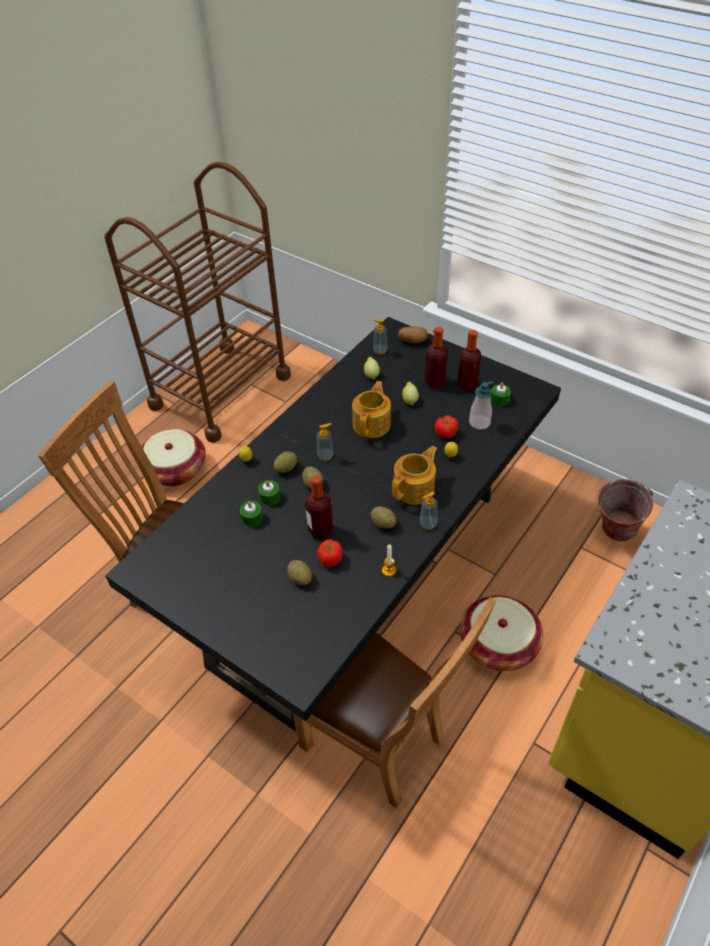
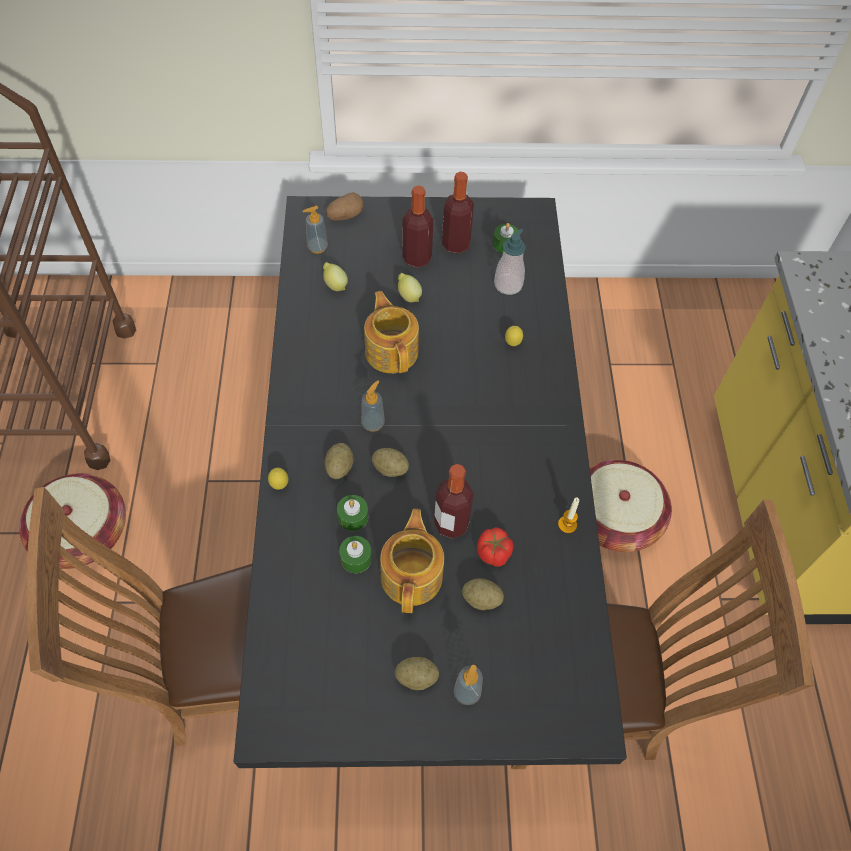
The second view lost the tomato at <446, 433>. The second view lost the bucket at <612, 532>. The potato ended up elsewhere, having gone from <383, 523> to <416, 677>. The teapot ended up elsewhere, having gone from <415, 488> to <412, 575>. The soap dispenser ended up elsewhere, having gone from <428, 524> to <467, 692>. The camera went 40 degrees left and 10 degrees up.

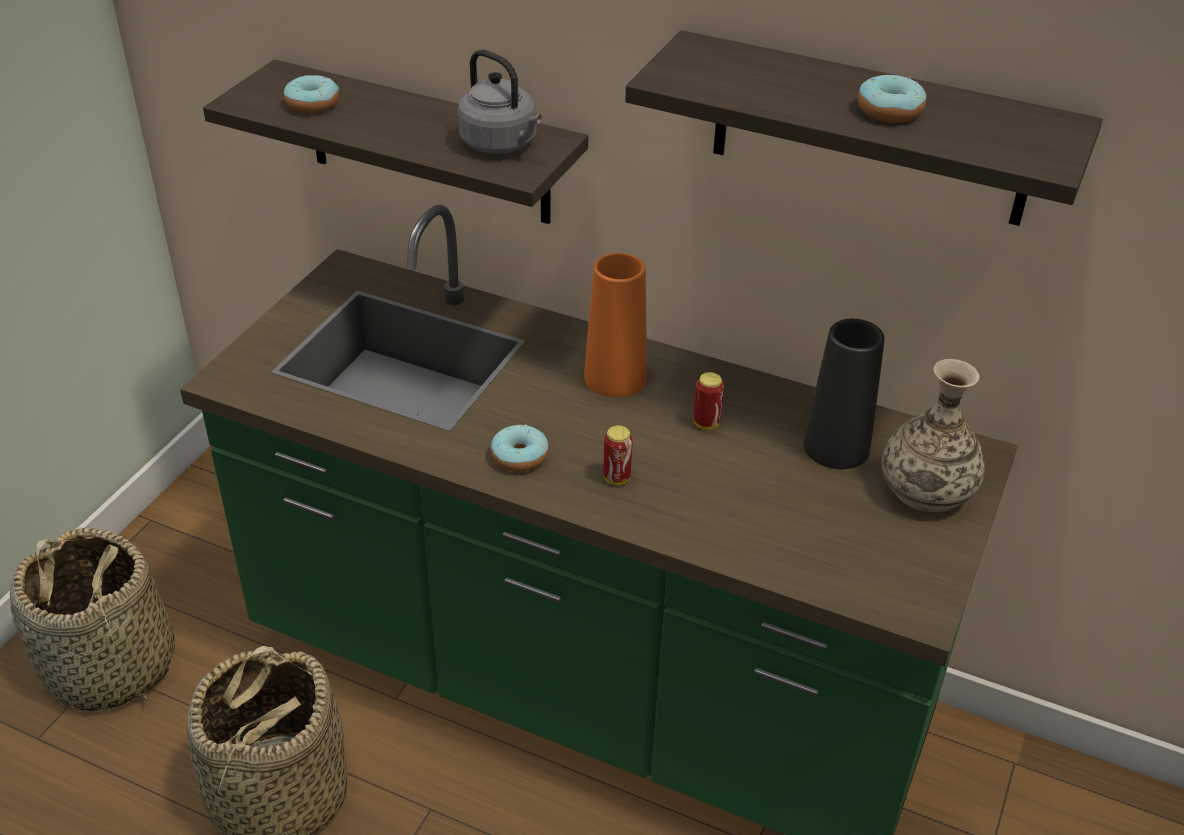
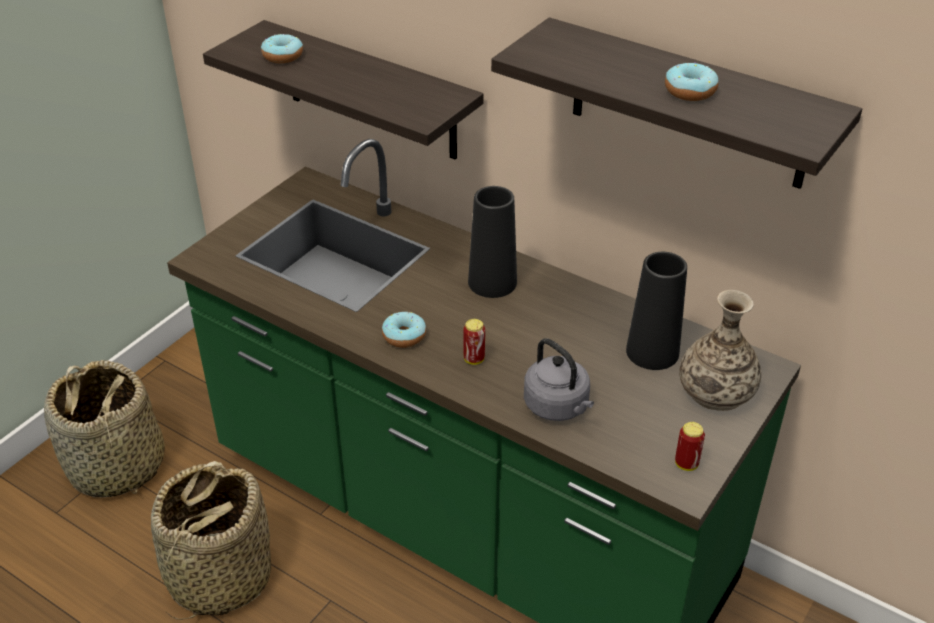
The kettle in grey ended up elsewhere, having gone from <501, 144> to <558, 407>. The can ended up elsewhere, having gone from <706, 423> to <686, 464>. What was the vase in orange at <615, 377> turned into the vase in black at <492, 282>. The camera went 10 degrees right and 0 degrees up.

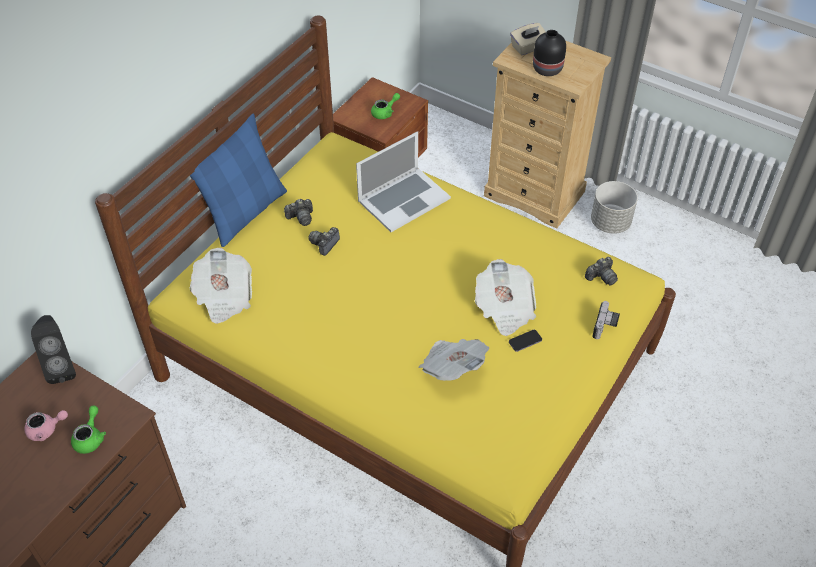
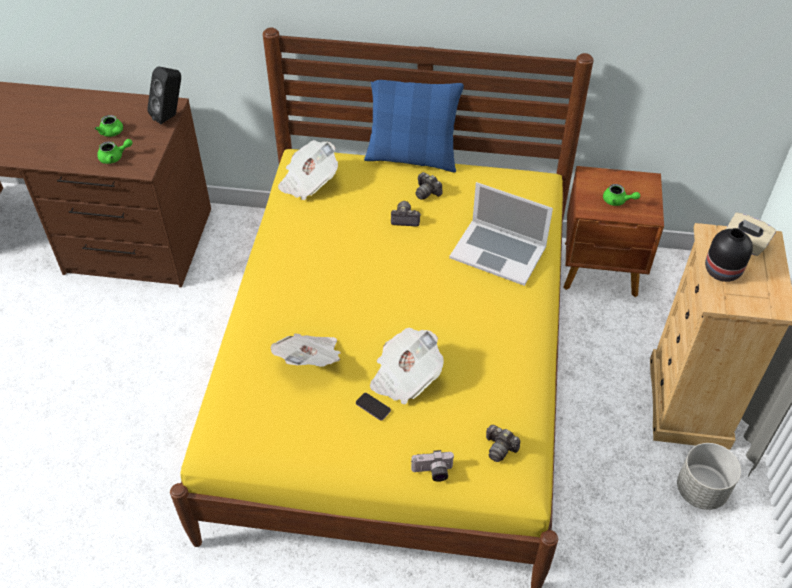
What was the teapot in pink at <46, 430> turned into the teapot in green at <113, 133>. The camera went 65 degrees right and 0 degrees up.

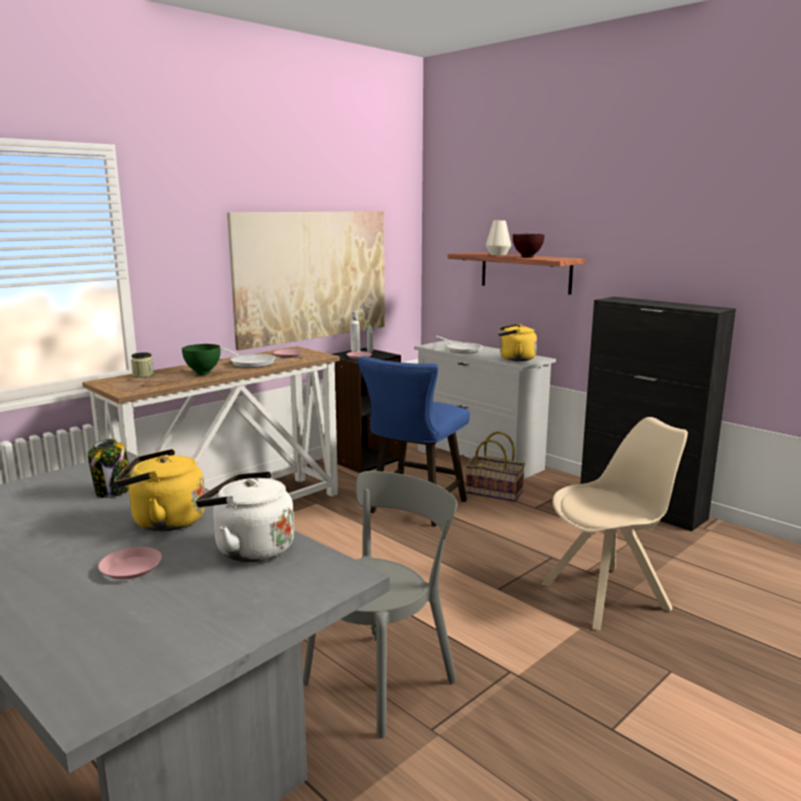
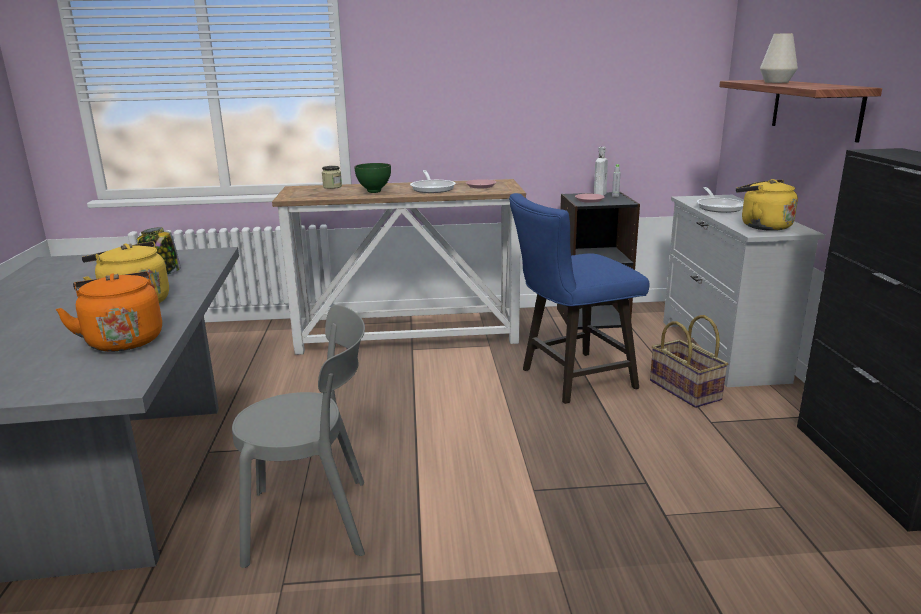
The second view lost the plate in pink at <131, 568>. The second view lost the picture at <313, 275>. The second view lost the bowl in brown at <527, 257>. The second view lost the chair in beige at <608, 596>. What was the kettle in white at <250, 549> turned into the kettle in orange at <123, 340>. The camera went 40 degrees right and 5 degrees up.

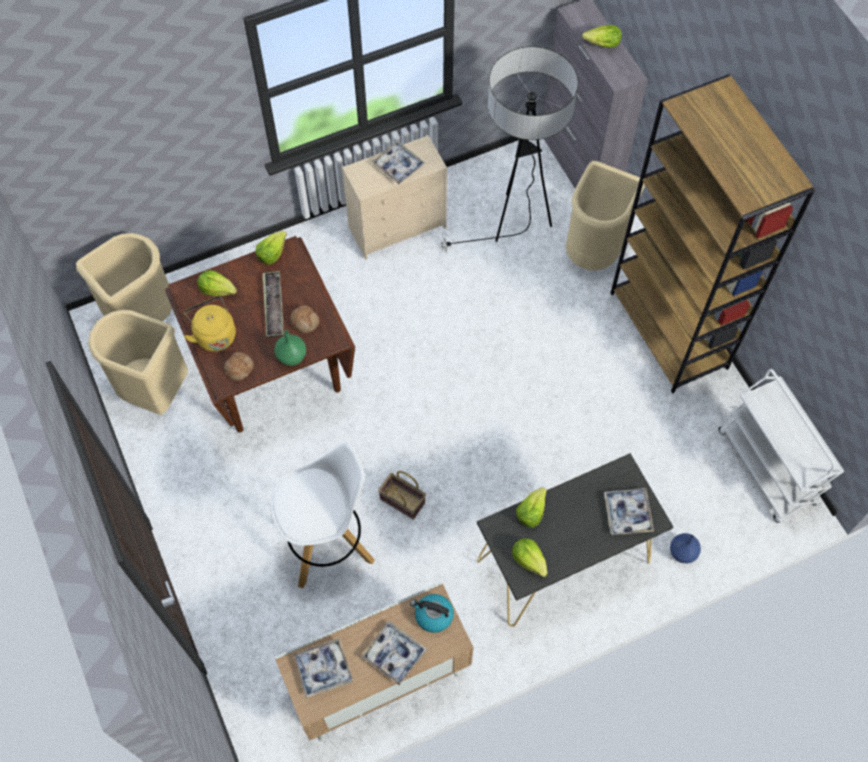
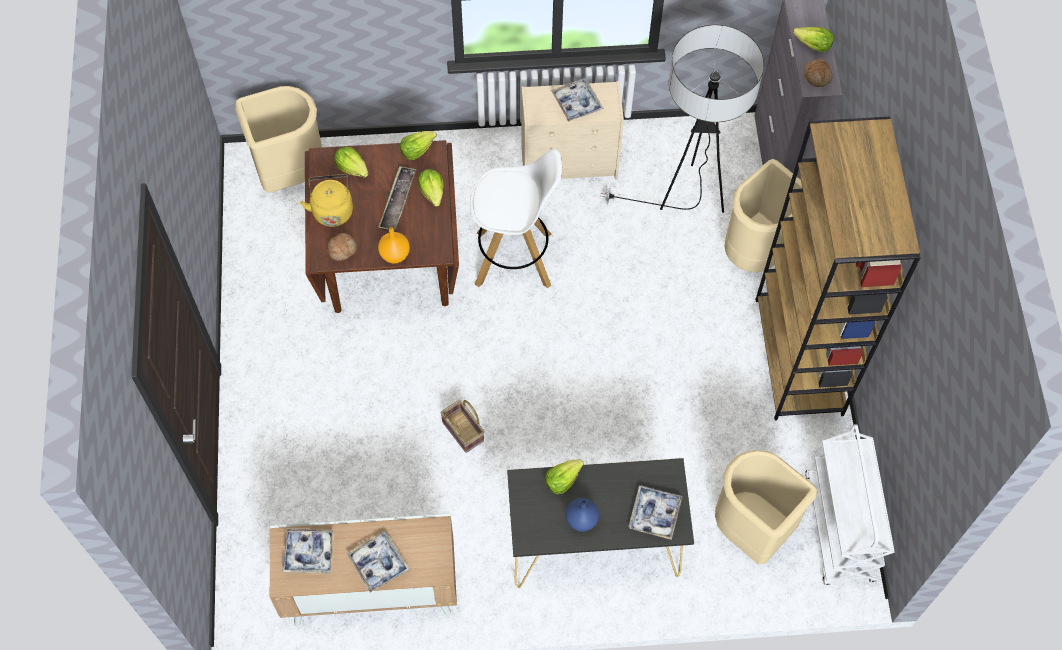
The second view lost the kettle at <433, 615>. The trash can in beige ended up elsewhere, having gone from <153, 391> to <751, 530>. The stool in white ended up elsewhere, having gone from <328, 544> to <515, 259>. The bread ended up elsewhere, having gone from <305, 321> to <817, 76>. The lettuce ended up elsewhere, having gone from <529, 560> to <432, 192>. The vase in blue ended up elsewhere, having gone from <683, 553> to <582, 520>. What was the vase in green at <292, 357> turned into the vase in orange at <394, 255>. The camera went 20 degrees right and 0 degrees up.

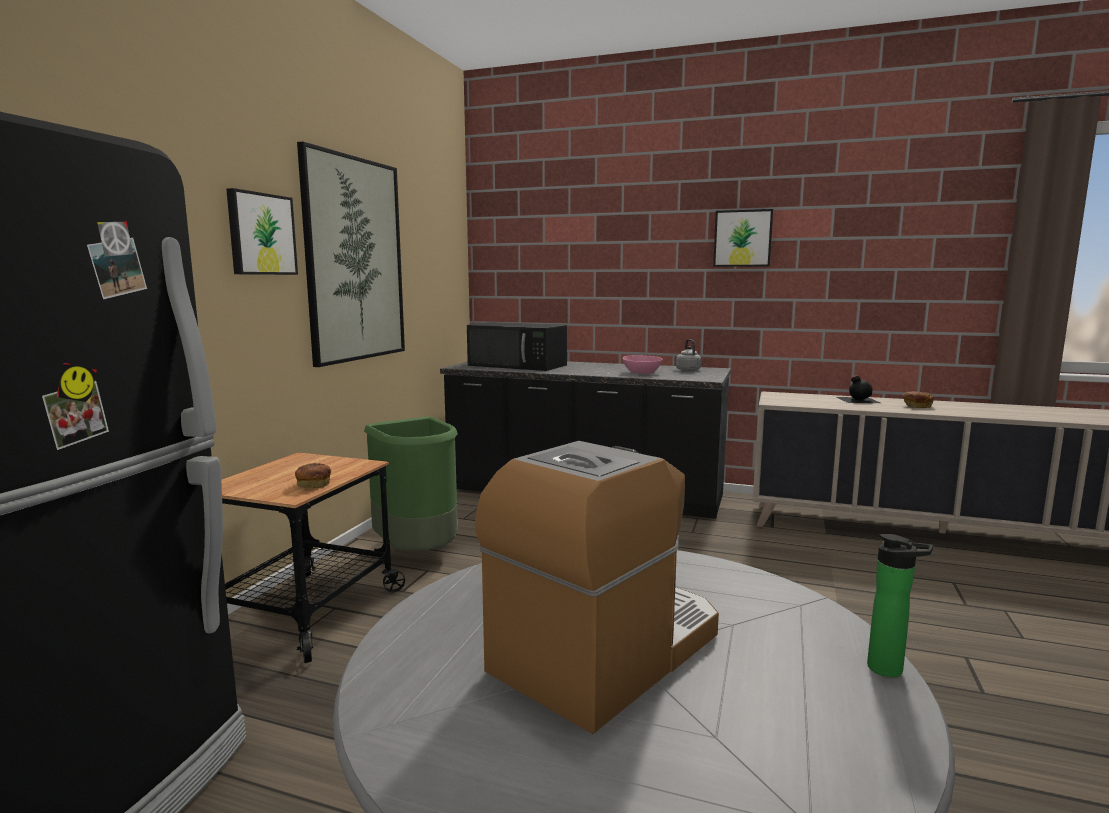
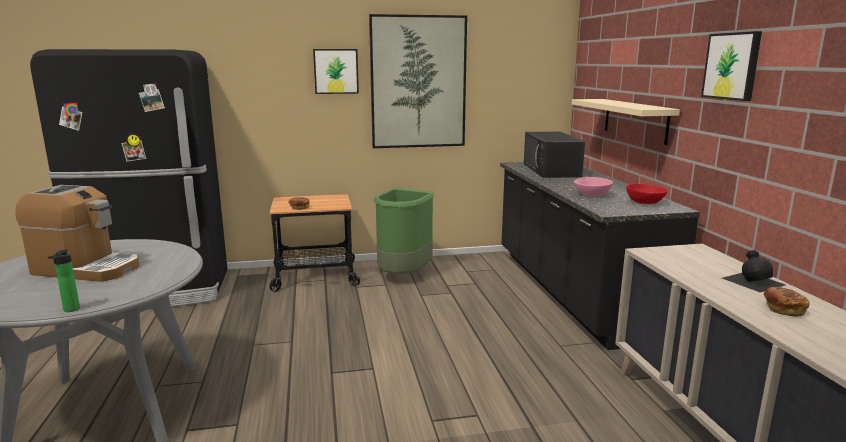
The second view gained the shelf in beige at <635, 120>. Where the kettle in grey stood at <687, 370>, the bowl in red came to stand at <645, 202>. The camera went 60 degrees right and 5 degrees up.

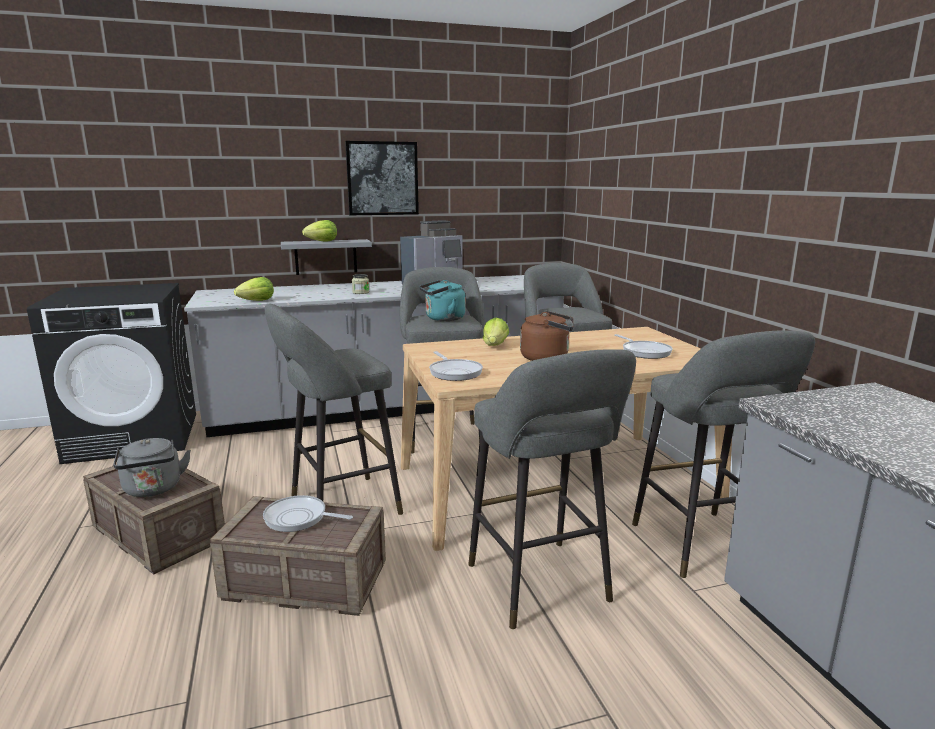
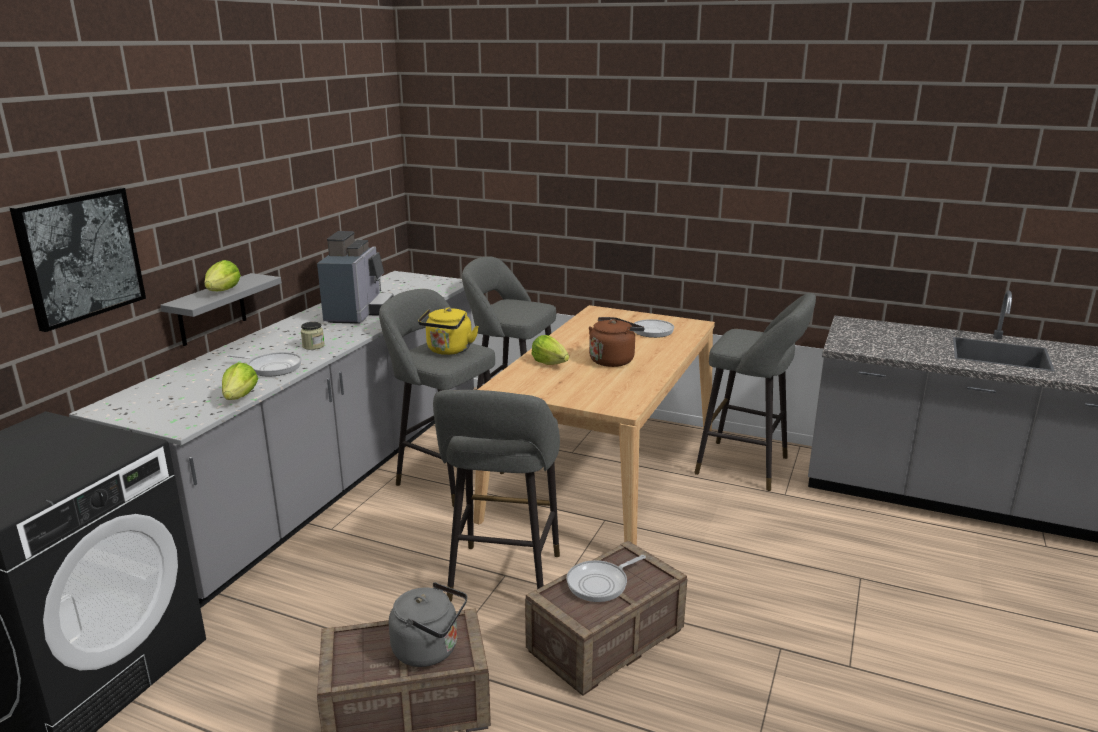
The second view lost the stool in grey at <542, 587>. The picture ended up elsewhere, having gone from <382, 178> to <80, 256>. The frying pan ended up elsewhere, having gone from <454, 372> to <272, 367>. What was the kettle in turquoise at <442, 319> turned into the kettle in yellow at <448, 351>. The camera went 50 degrees left and 5 degrees up.

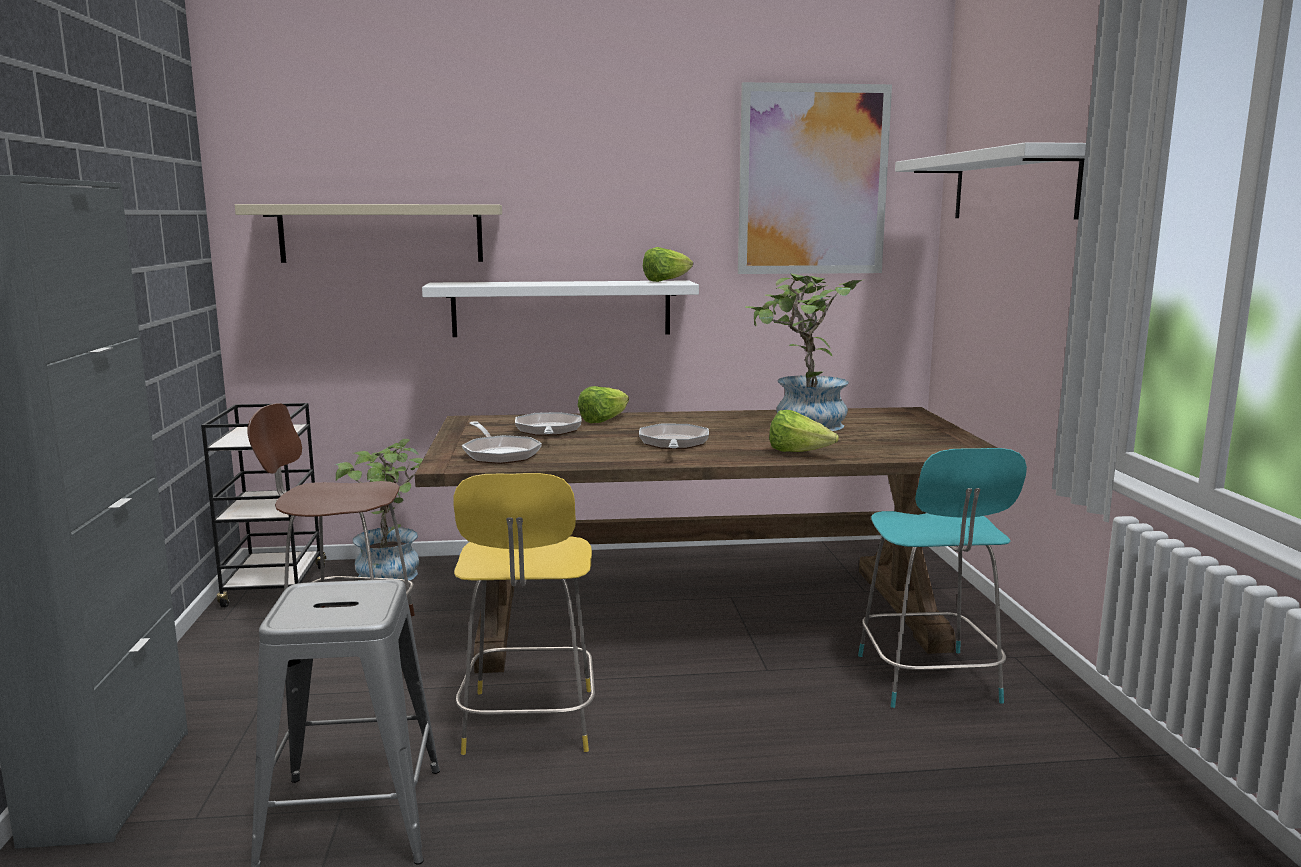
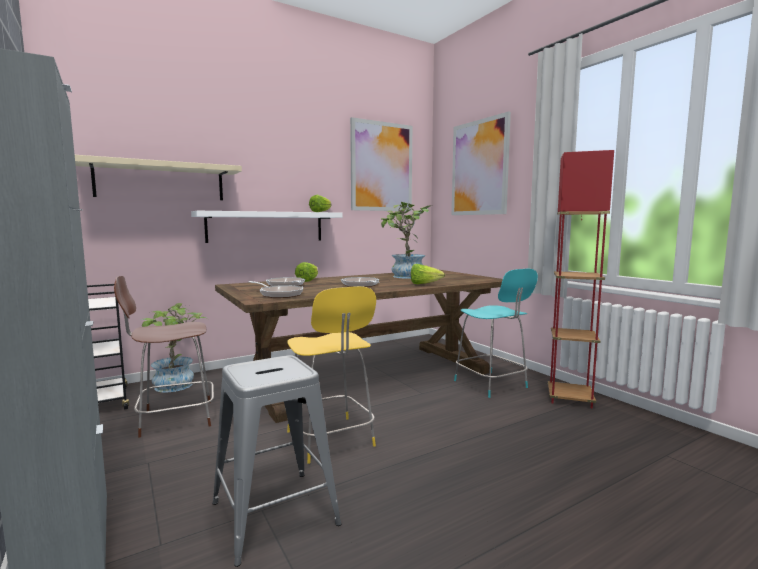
The second view gained the floor lamp in red at <570, 398>. Where the shelf in white hung at <1012, 186>, the picture came to hang at <479, 168>. The camera went 25 degrees left and 5 degrees down.

